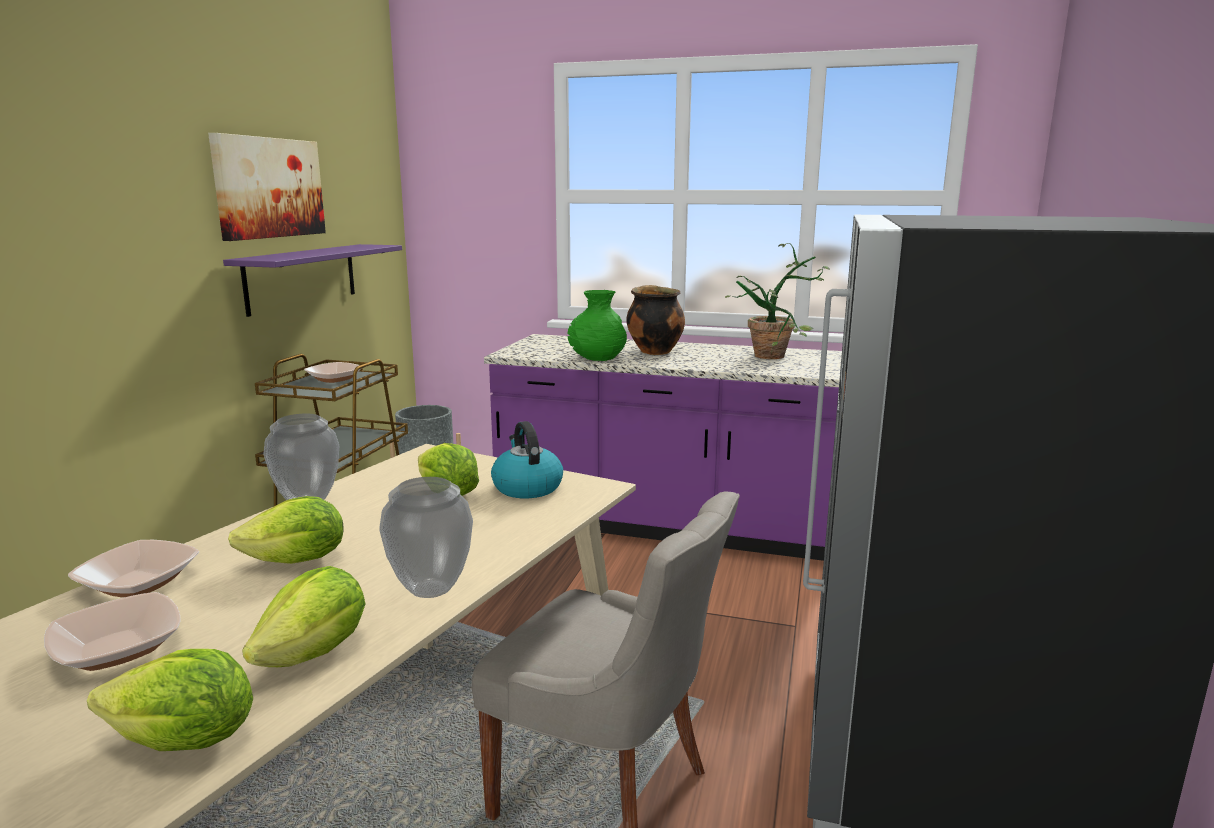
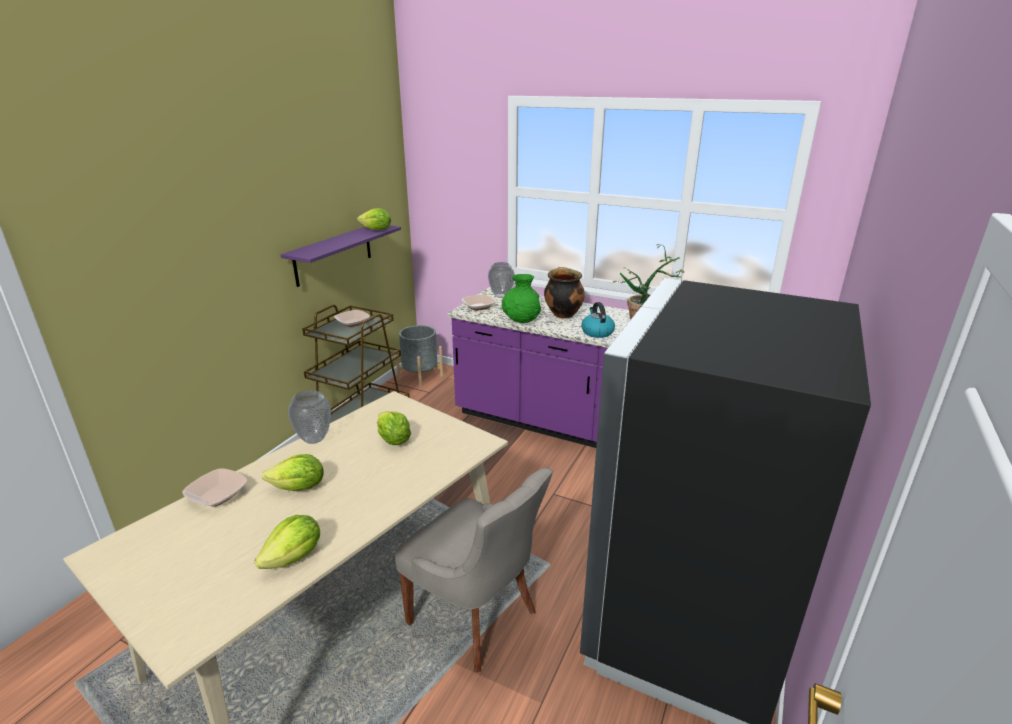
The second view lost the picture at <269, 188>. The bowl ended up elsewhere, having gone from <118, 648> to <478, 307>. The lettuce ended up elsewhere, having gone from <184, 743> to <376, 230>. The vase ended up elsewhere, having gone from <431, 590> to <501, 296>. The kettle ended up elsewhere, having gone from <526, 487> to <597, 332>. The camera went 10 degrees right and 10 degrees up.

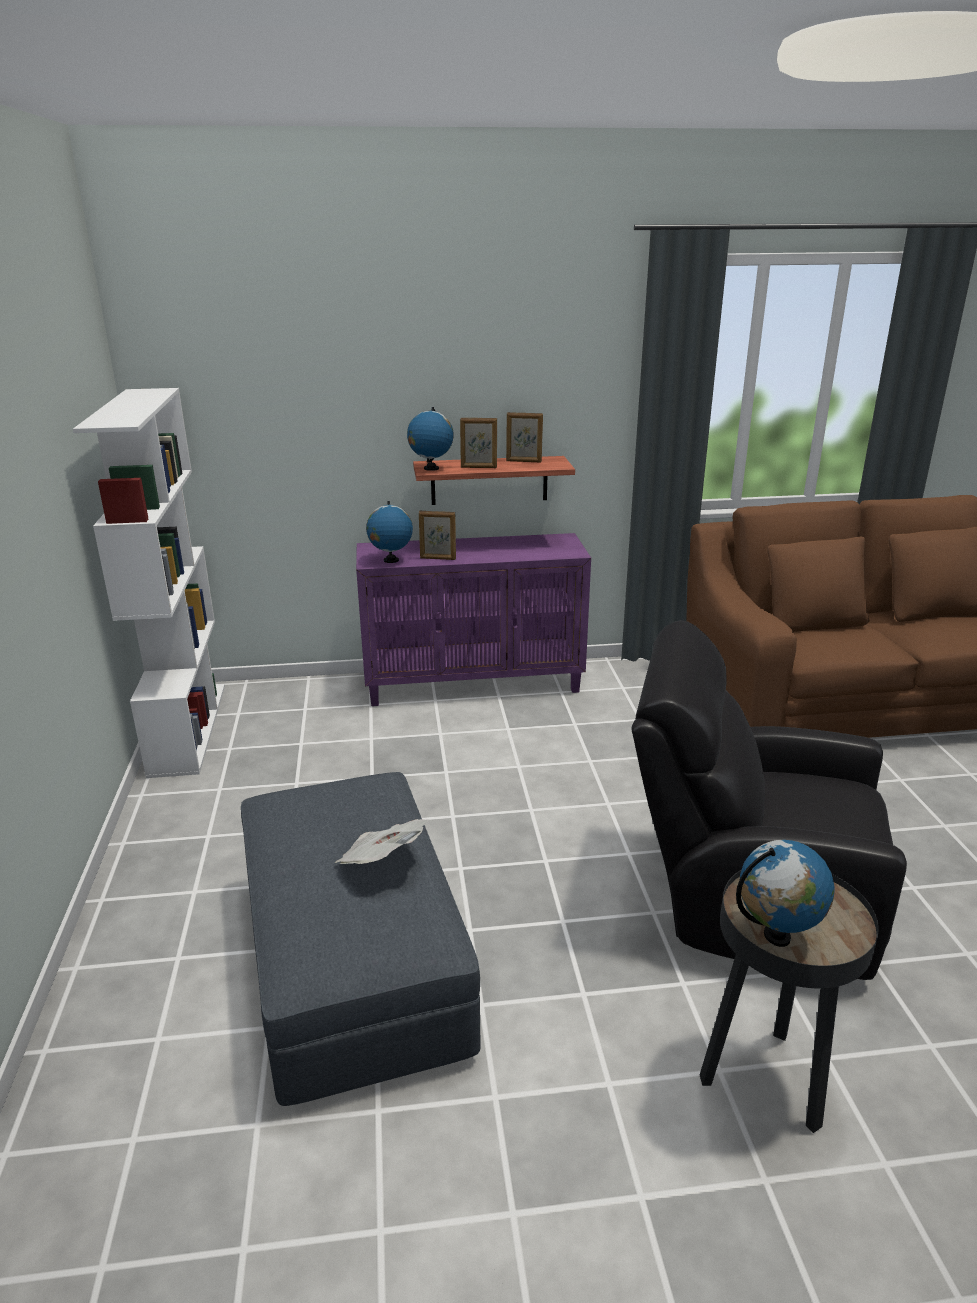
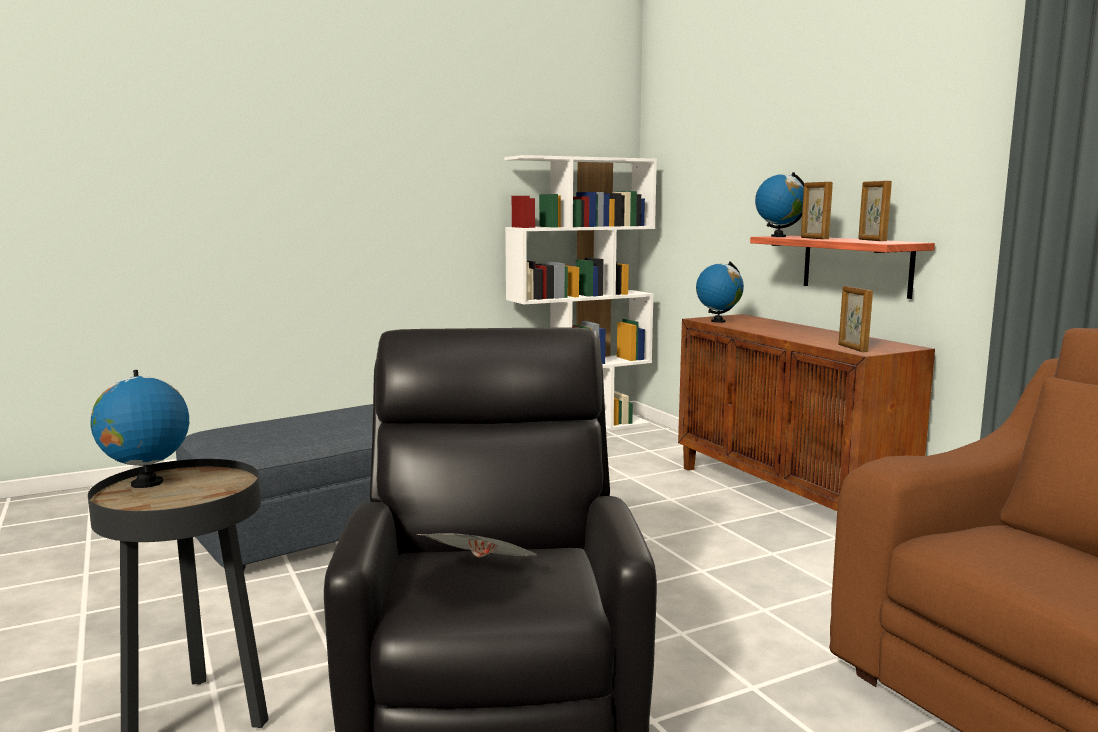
The newspaper ended up elsewhere, having gone from <383, 861> to <483, 577>. The picture frame ended up elsewhere, having gone from <438, 558> to <852, 348>. What was the cabinet in purple at <474, 683> turned into the cabinet in brown at <787, 497>. The camera went 70 degrees right and 15 degrees down.

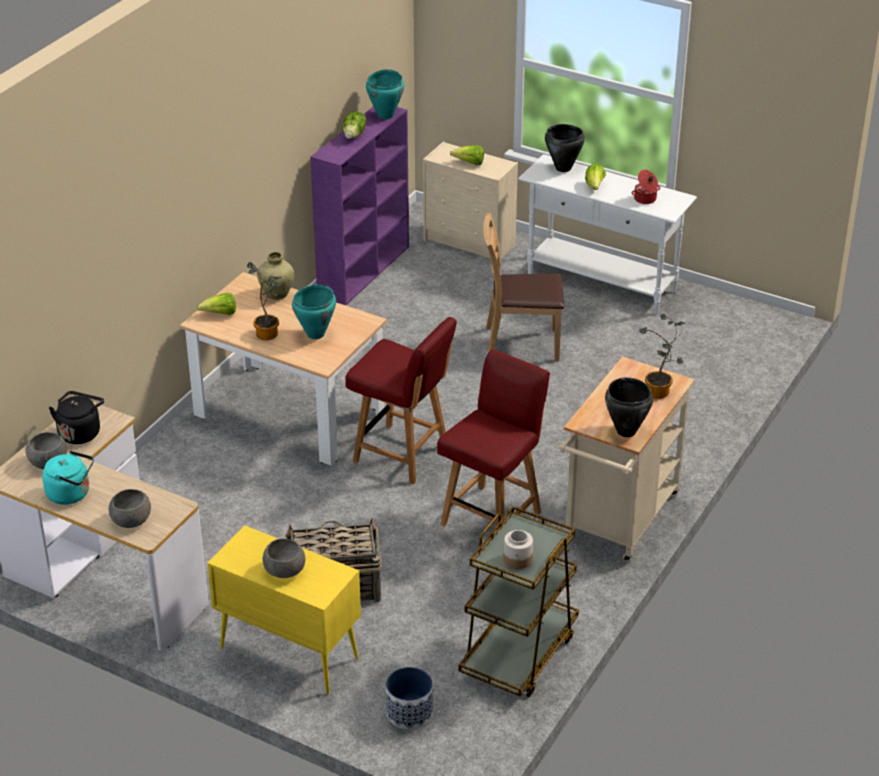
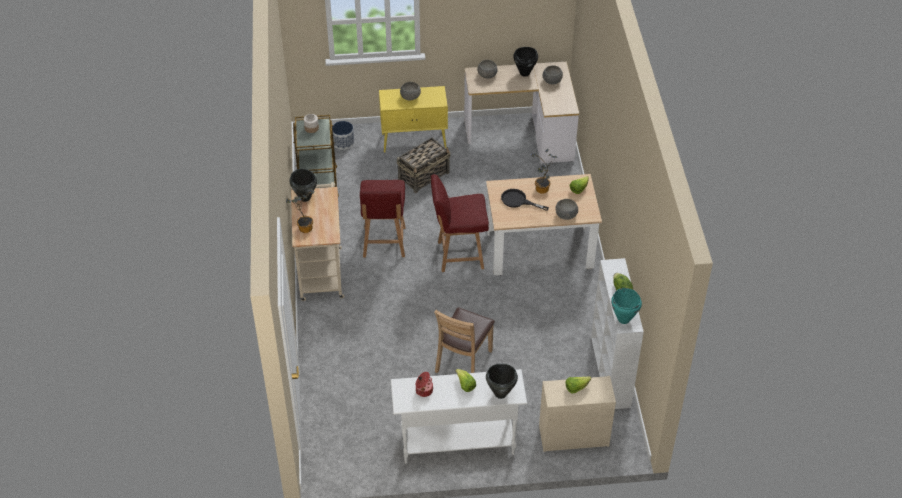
The second view lost the kettle in black at <80, 432>. Where the kettle in turquoise stood at <71, 494>, the cooking pot in black came to stand at <524, 73>. Where the vase in beige stood at <277, 295>, the bowl in grey came to stand at <566, 215>. Where the cooking pot in turquoise stood at <316, 334>, the frying pan in black came to stand at <518, 201>. What was the bookcase in purple at <364, 270> turned into the bookcase in white at <611, 372>. The chair in brown at <520, 344> ended up facing another way, 150 degrees clockwise from before. The camera went 145 degrees right and 10 degrees up.

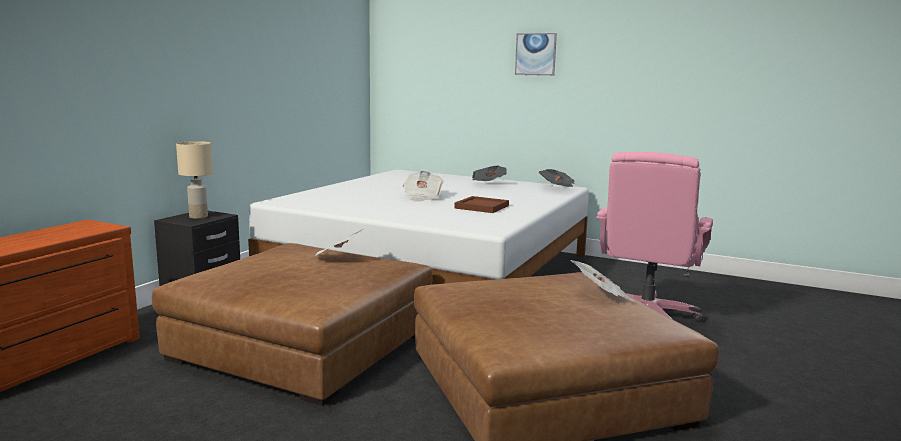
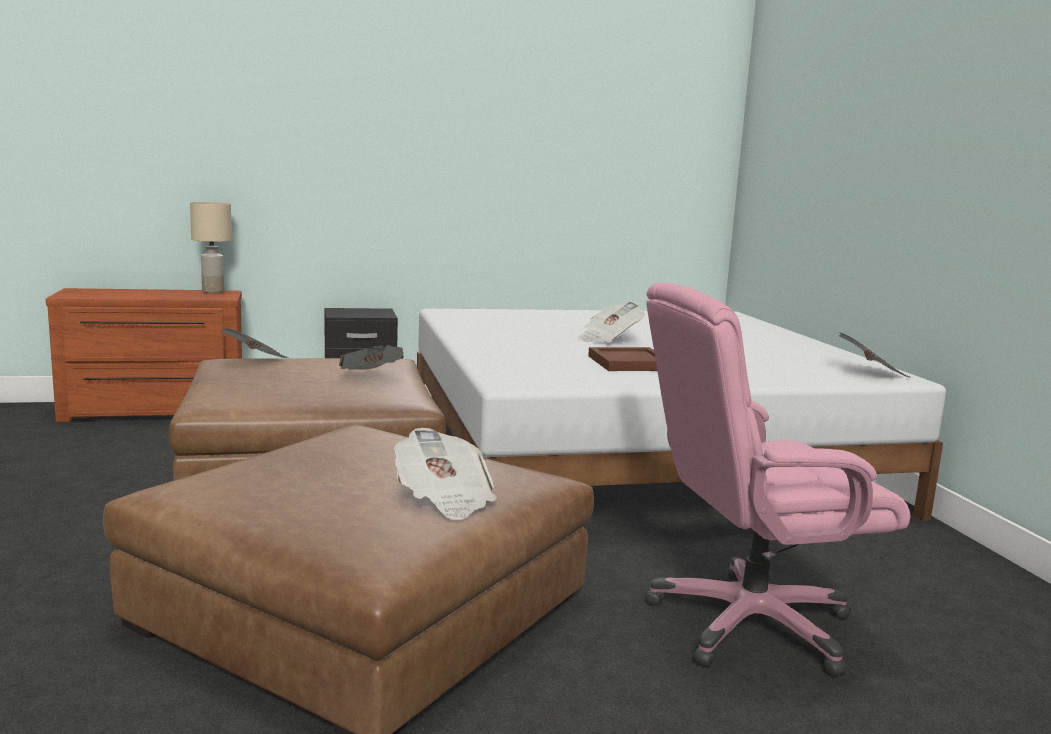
The second view lost the picture at <535, 54>. The table lamp in beige ended up elsewhere, having gone from <198, 217> to <213, 292>. The newspaper ended up elsewhere, having gone from <488, 184> to <255, 361>. The camera went 50 degrees right and 0 degrees up.

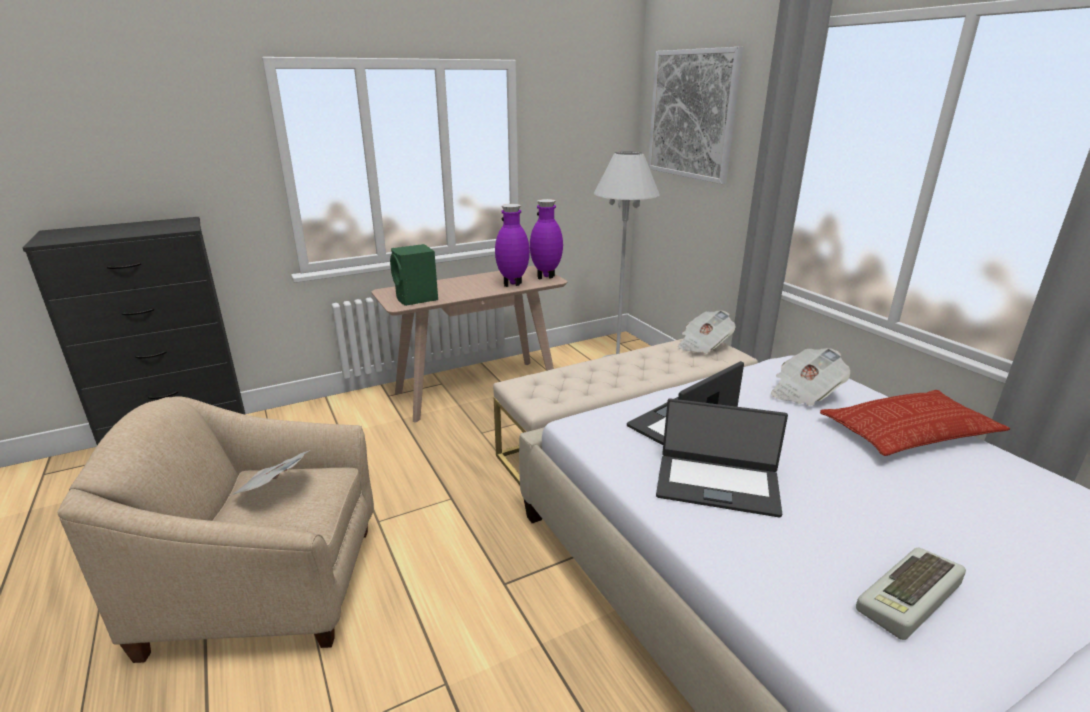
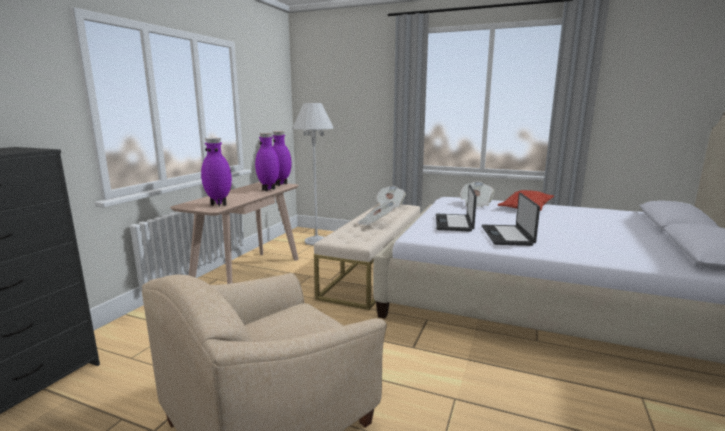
The second view lost the picture at <692, 115>. The second view lost the keyboard at <911, 600>. The newspaper ended up elsewhere, having gone from <275, 490> to <375, 223>. Where the speaker in green stood at <417, 299>, the vase in purple came to stand at <219, 204>. The laptop at <717, 484> ended up facing another way, 120 degrees clockwise from before. The camera went 40 degrees left and 10 degrees down.

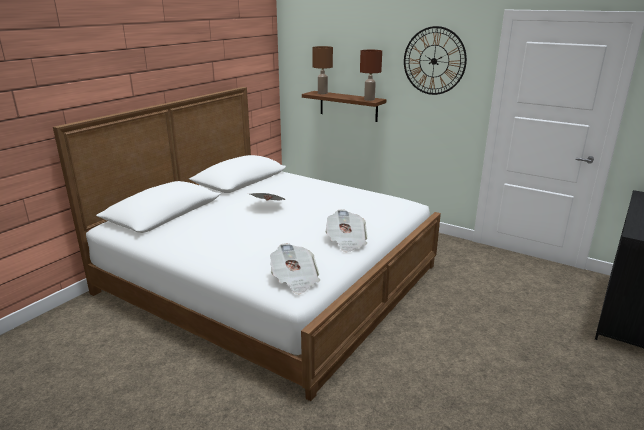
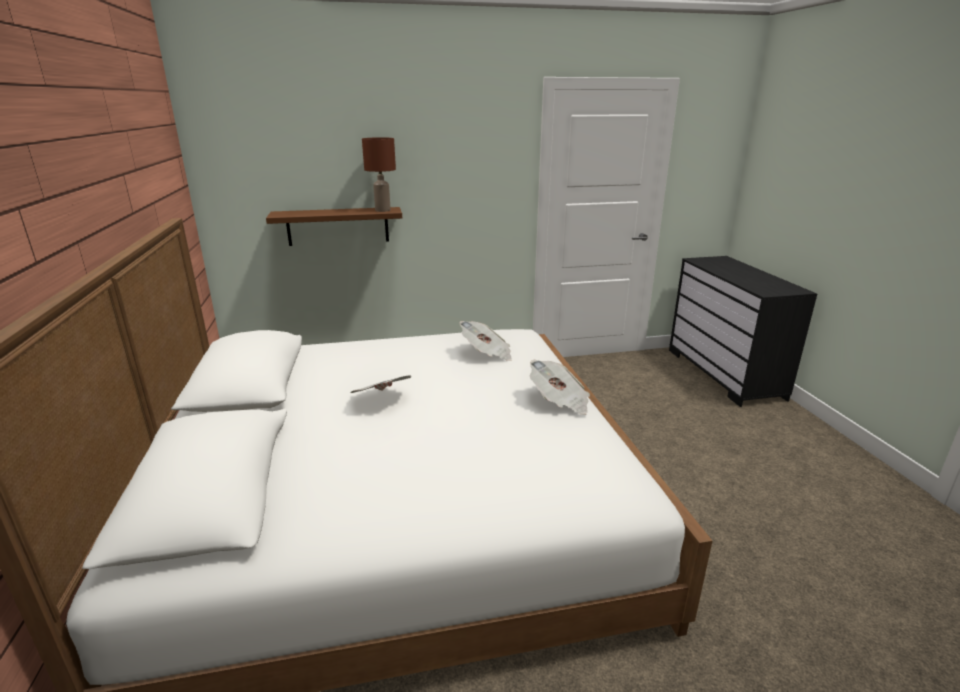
The second view lost the table lamp in brown at <322, 93>. The second view lost the wall clock at <434, 61>. The newspaper ended up elsewhere, having gone from <295, 280> to <487, 354>. The camera went 45 degrees left and 0 degrees up.

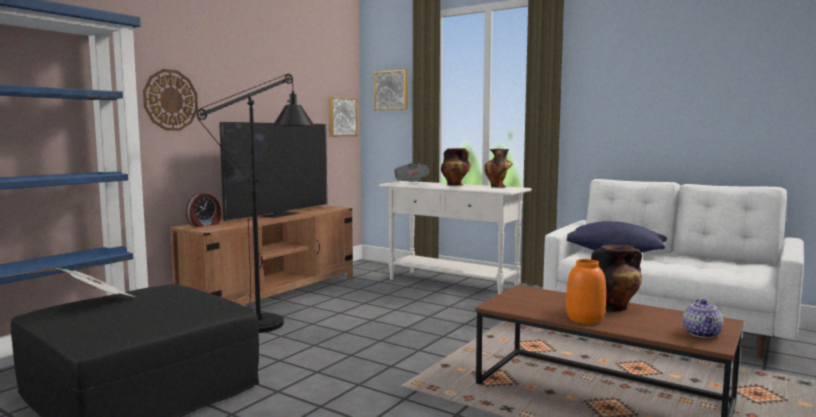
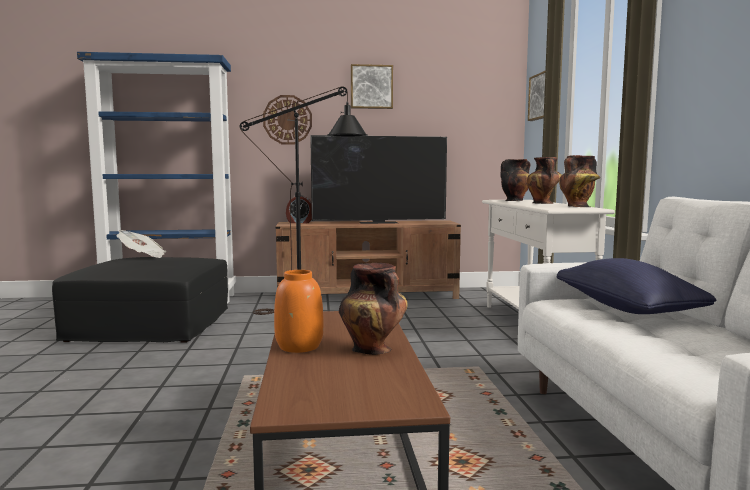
The second view lost the teapot at <703, 334>. The picture ended up elsewhere, having gone from <341, 117> to <371, 87>. Where the newspaper stood at <411, 183>, the vase came to stand at <514, 200>. The camera went 50 degrees right and 0 degrees up.

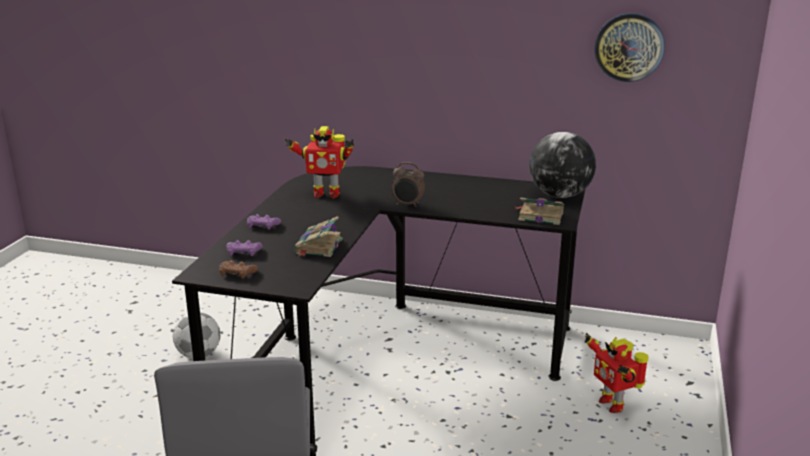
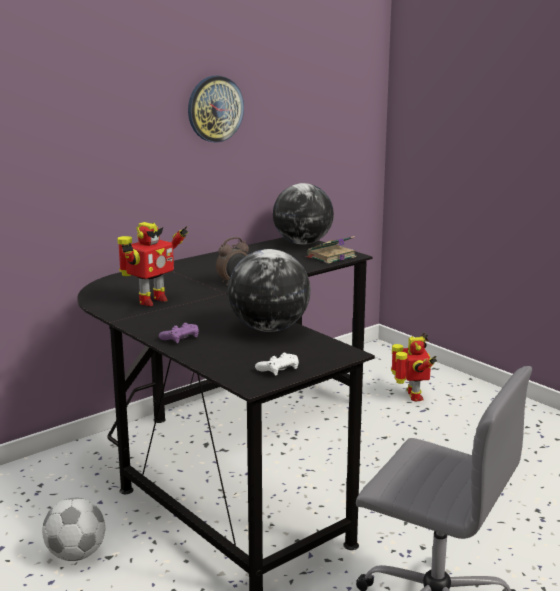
The second view lost the game controller in purple at <243, 252>. The wall clock ended up elsewhere, having gone from <629, 47> to <215, 109>. Where the book stood at <318, 246>, the globe came to stand at <269, 329>. What was the game controller in brown at <237, 273> turned into the game controller in white at <278, 369>. The toy robot at <612, 403> ended up facing another way, 105 degrees counterclockwise from before. The camera went 55 degrees left and 5 degrees down.

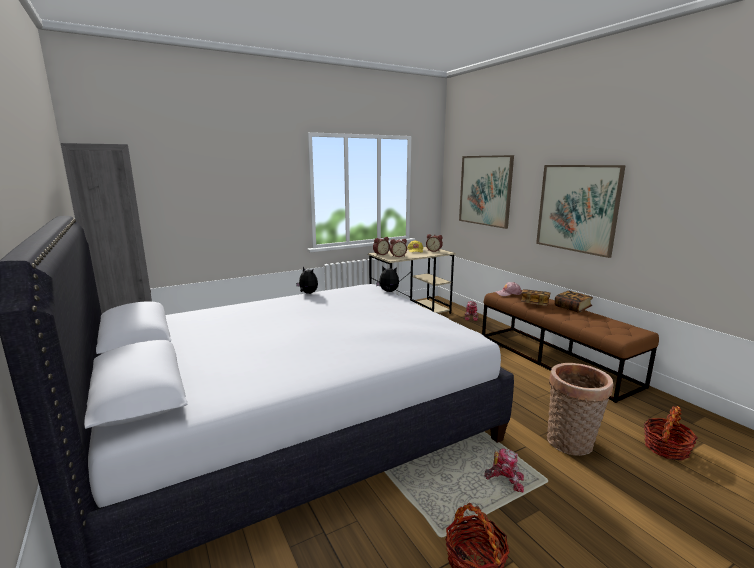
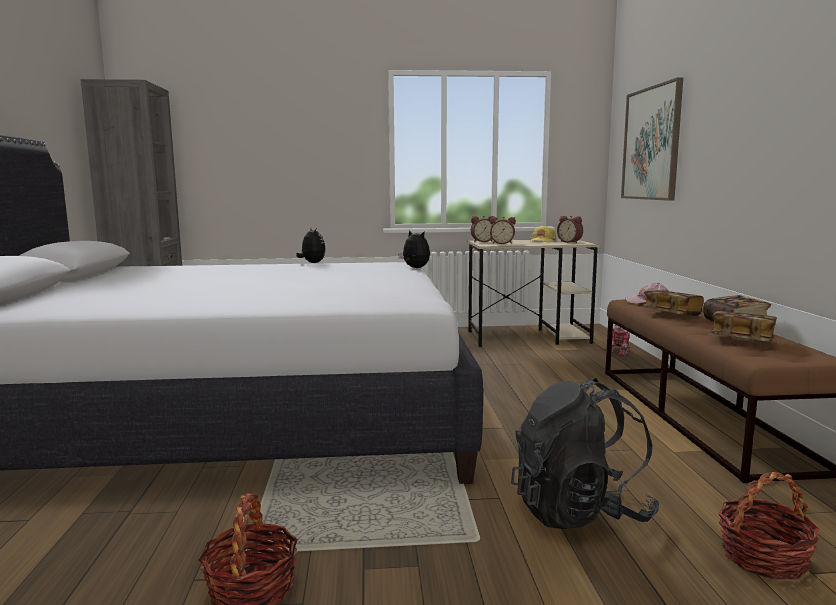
The second view lost the toy robot at <505, 480>. The second view lost the picture at <577, 208>. The second view gained the book at <742, 340>. Where the basket stood at <571, 444>, the backpack in black came to stand at <580, 512>. The camera went 25 degrees right and 5 degrees down.

